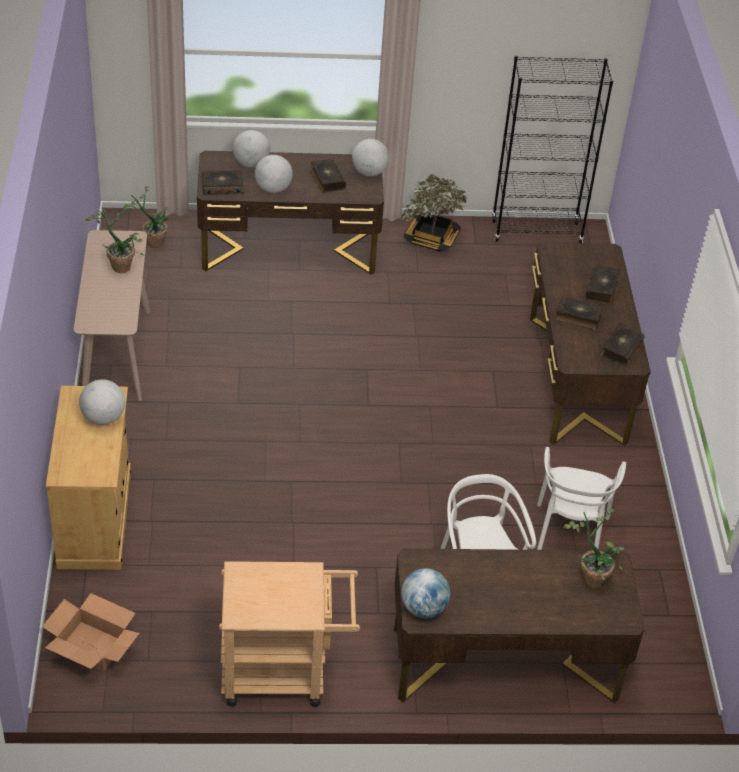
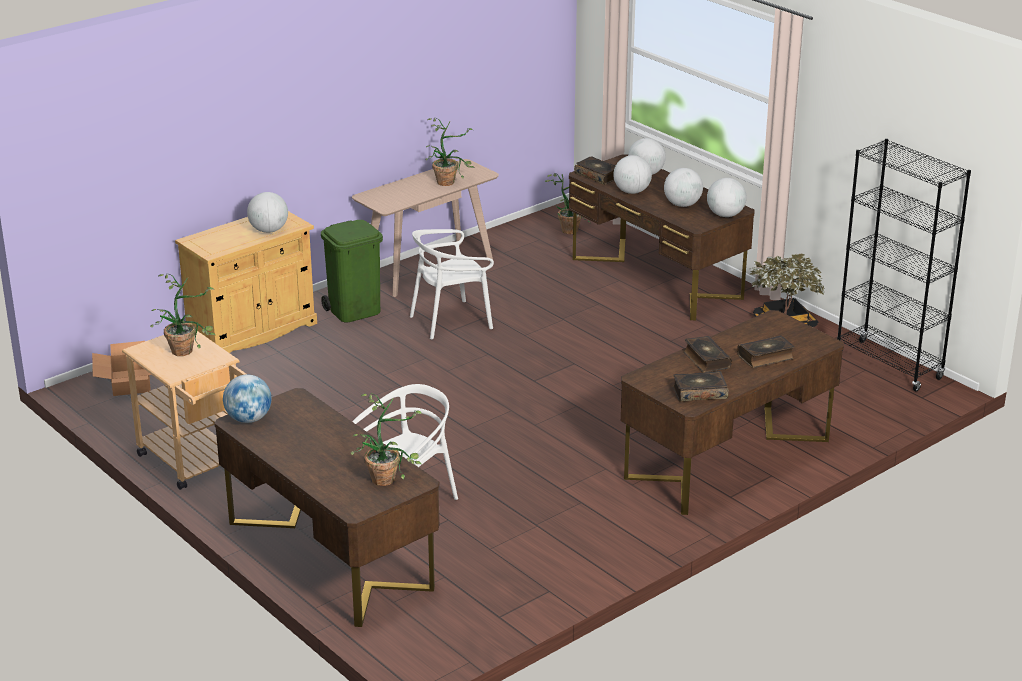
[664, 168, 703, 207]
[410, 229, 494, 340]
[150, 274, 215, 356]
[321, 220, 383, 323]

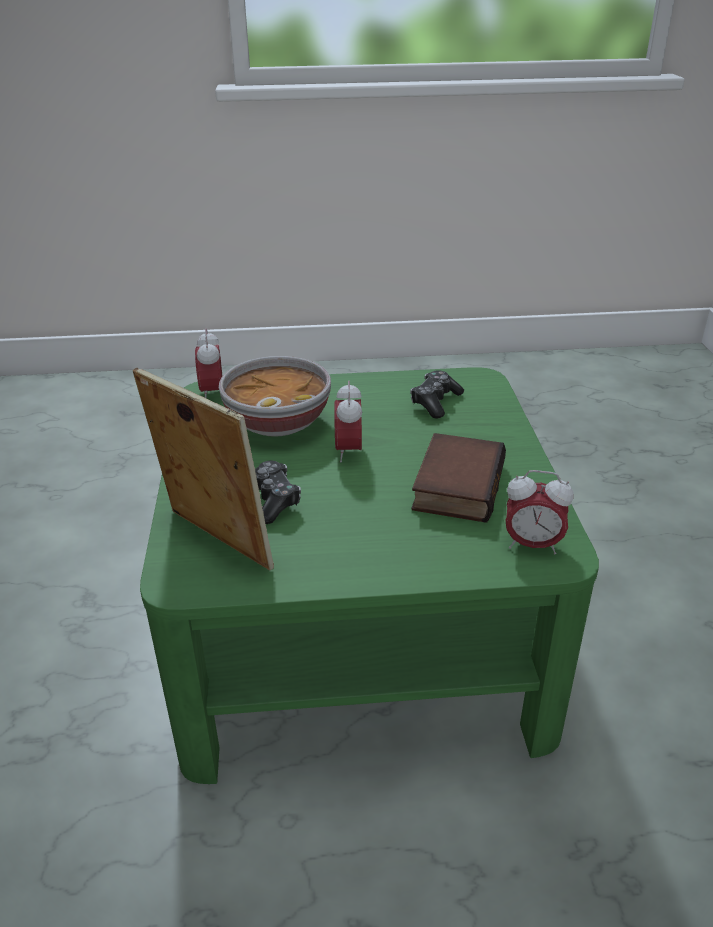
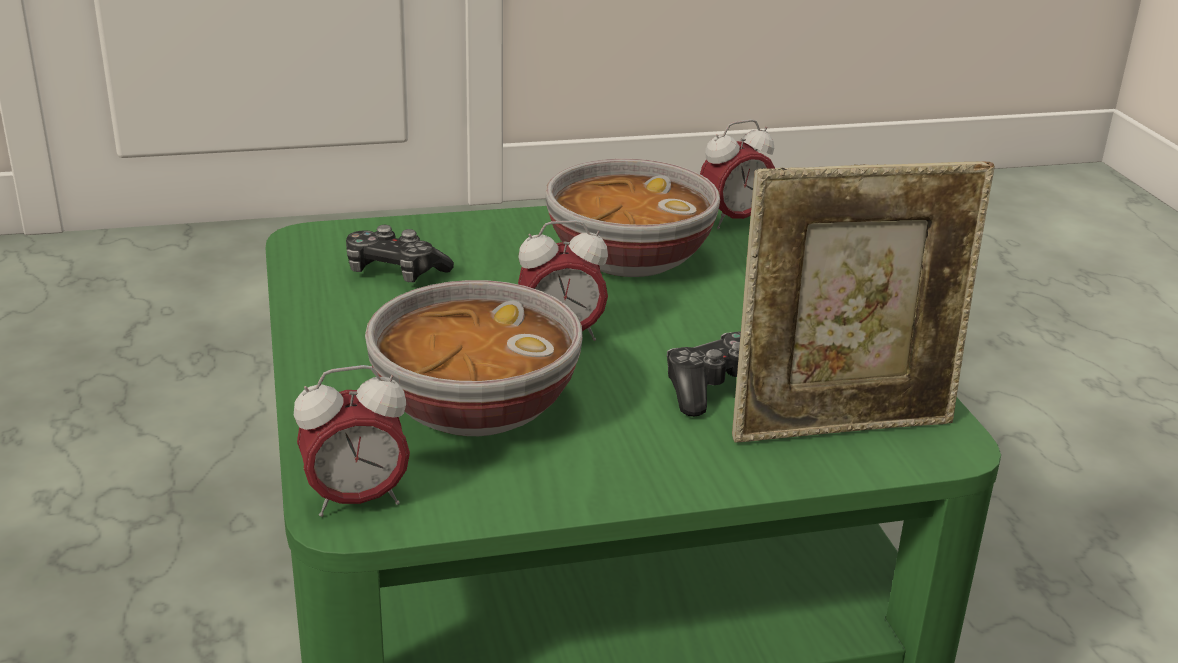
[732, 162, 995, 443]
[545, 159, 720, 277]
[700, 119, 775, 229]

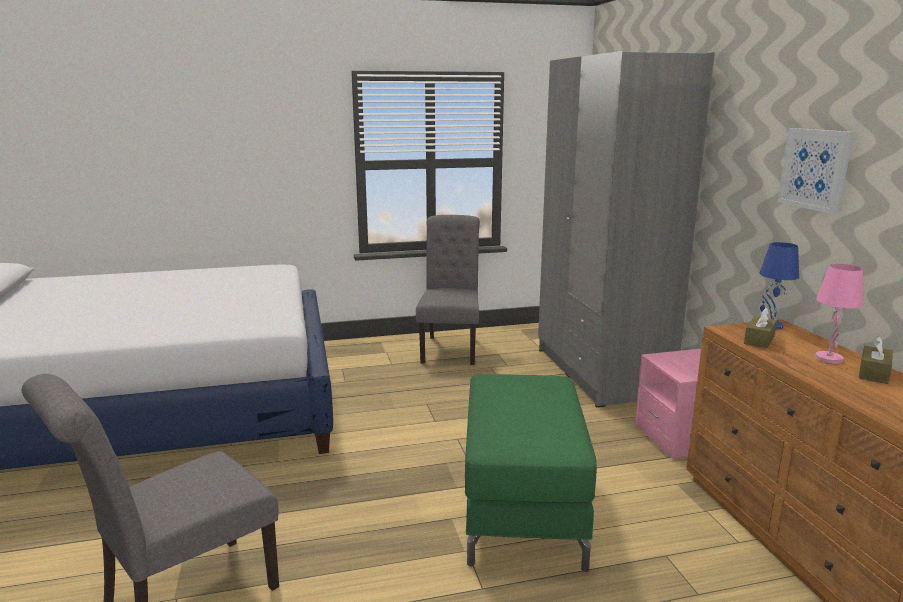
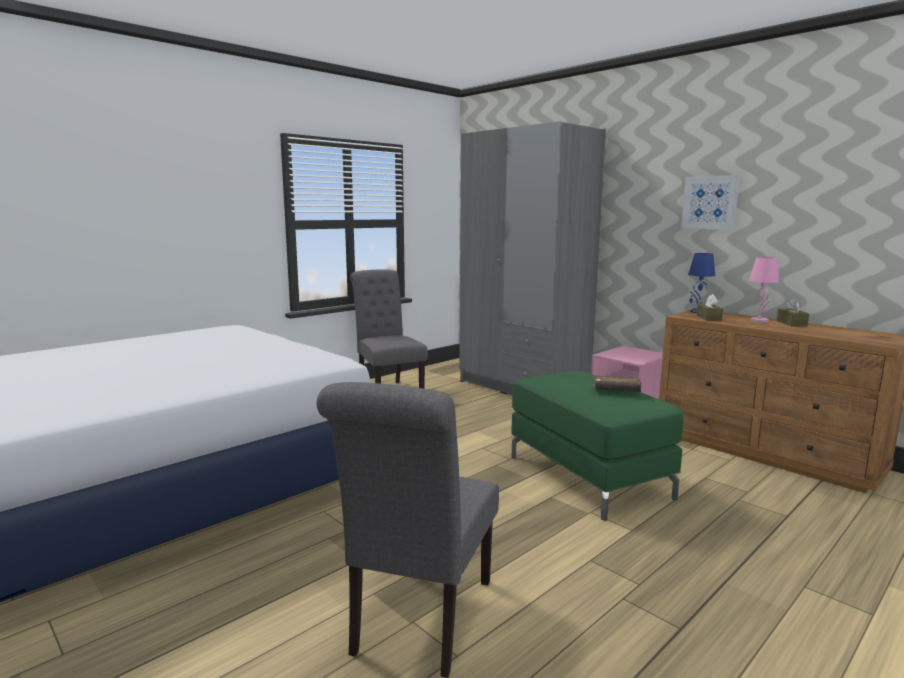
[593, 375, 642, 392]

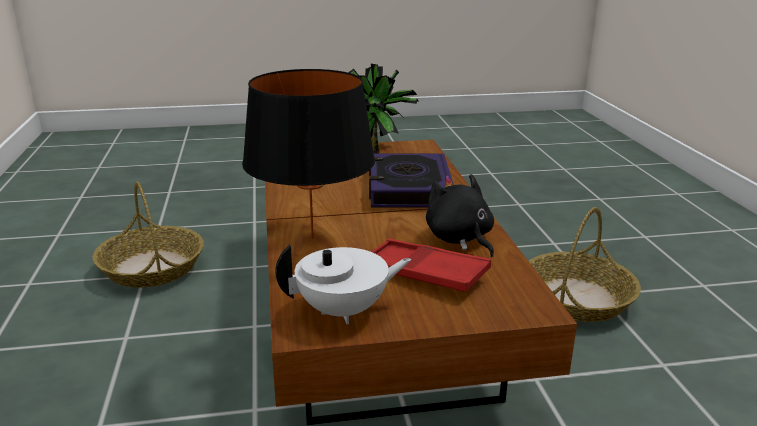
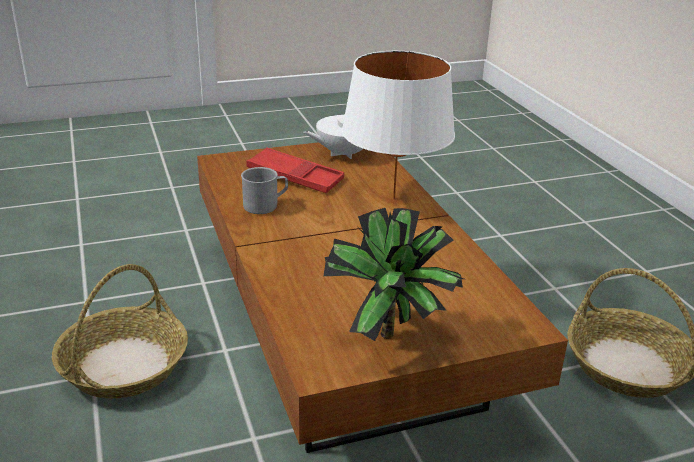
[342, 51, 455, 199]
[369, 153, 454, 208] (first image)
[241, 167, 288, 214]

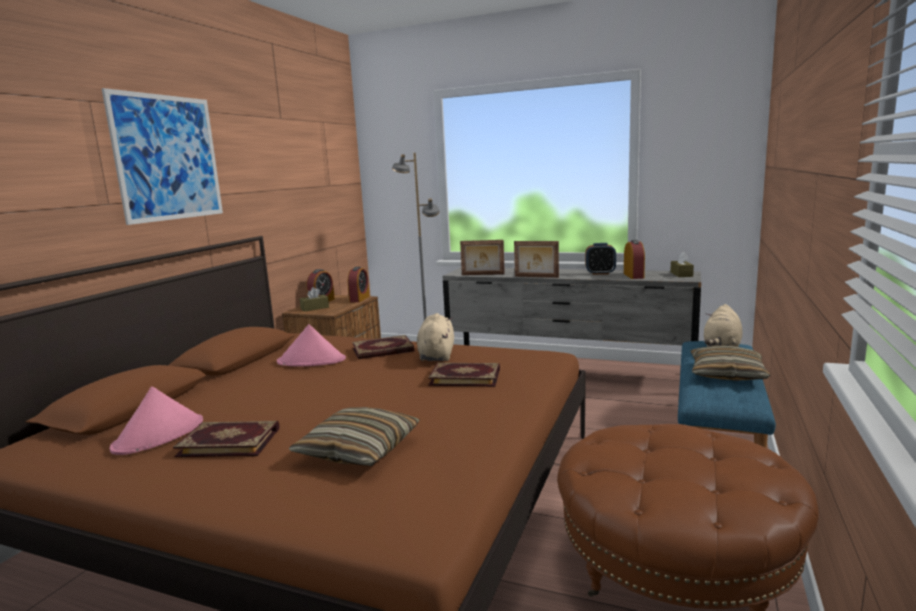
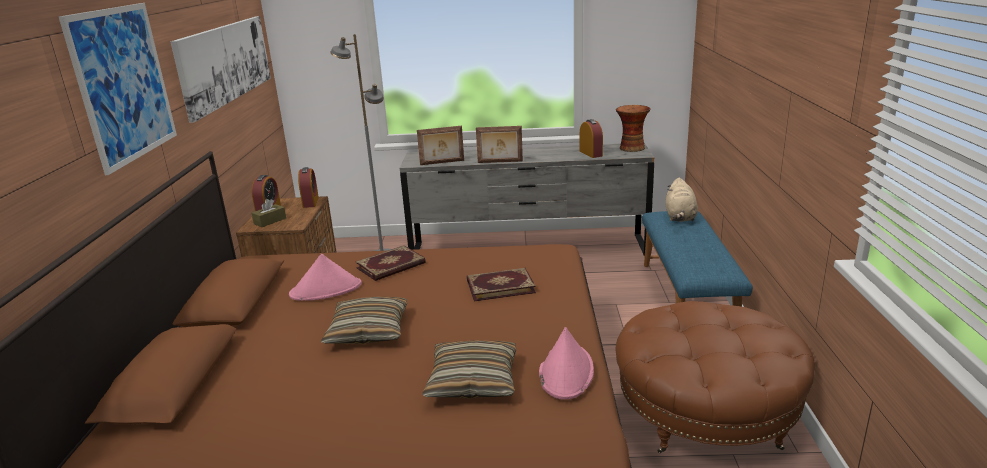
[539, 327, 594, 400]
[173, 421, 279, 457] (first image)
[417, 313, 454, 361] (first image)
[585, 243, 616, 275] (first image)
[616, 105, 651, 152]
[321, 297, 407, 344]
[170, 16, 271, 123]

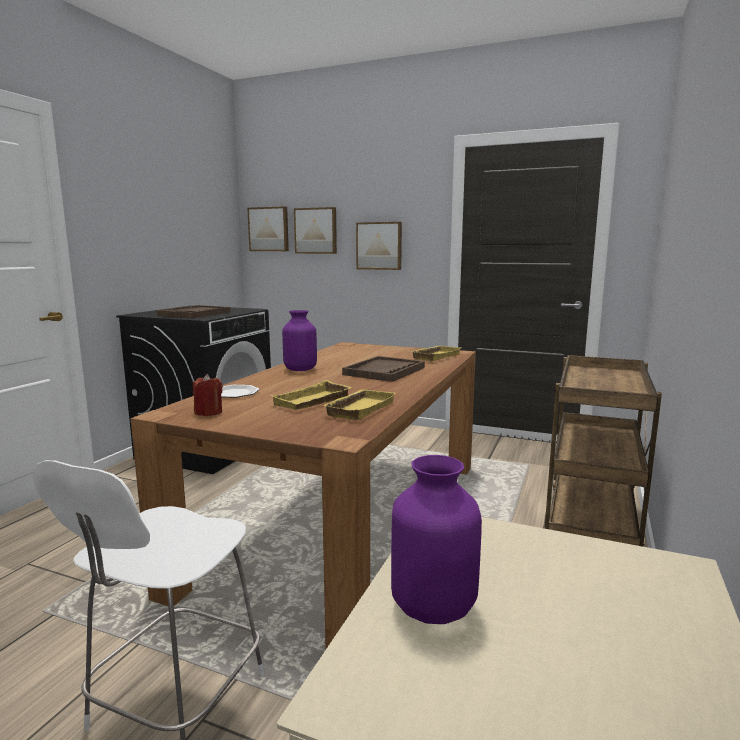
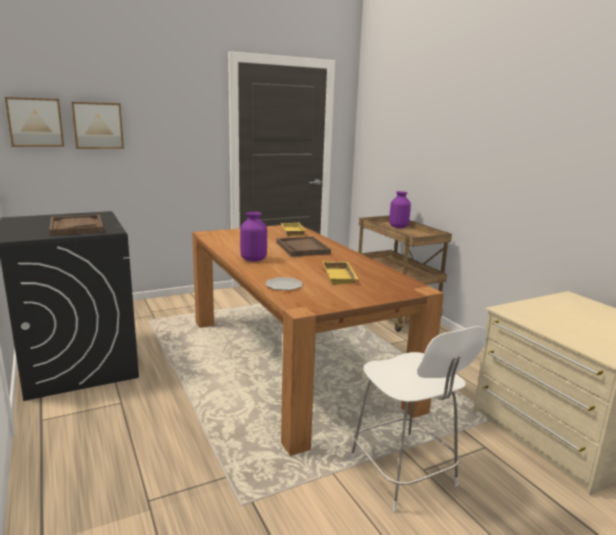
[193, 374, 223, 416] (first image)
[322, 389, 396, 420] (first image)
[356, 222, 402, 270] (first image)
[389, 191, 411, 228]

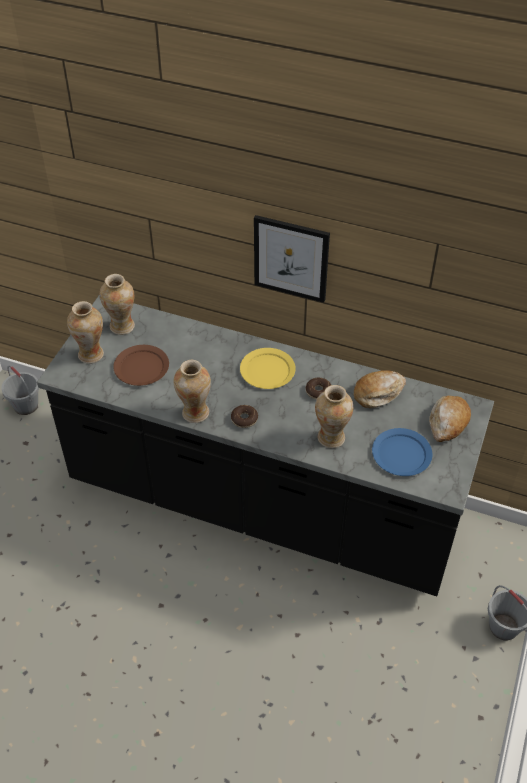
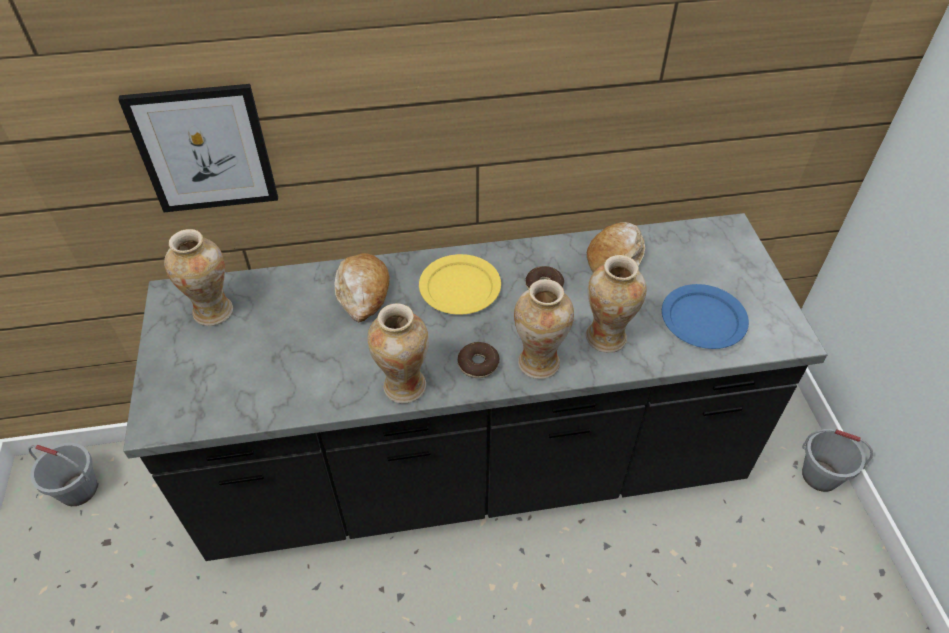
[514, 279, 574, 379]
[113, 345, 169, 386] (first image)
[118, 84, 278, 212]
[334, 253, 390, 322]

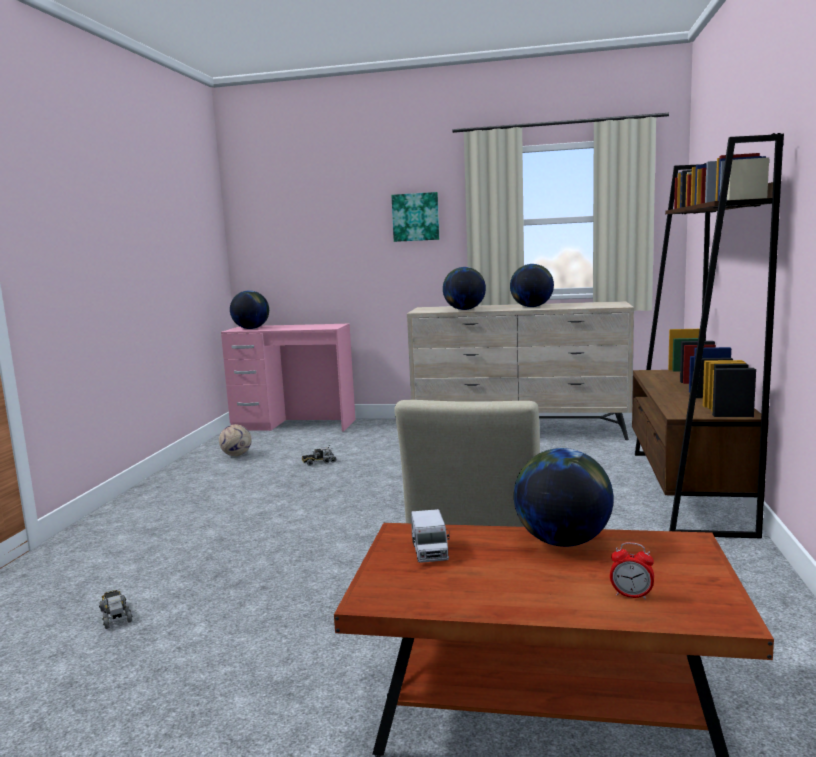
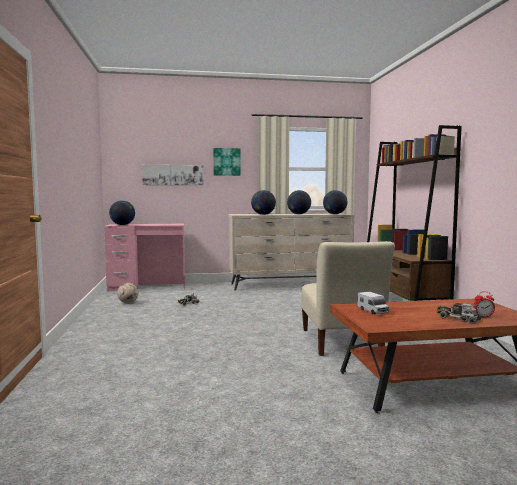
[437, 303, 481, 324]
[323, 190, 347, 214]
[142, 165, 204, 185]

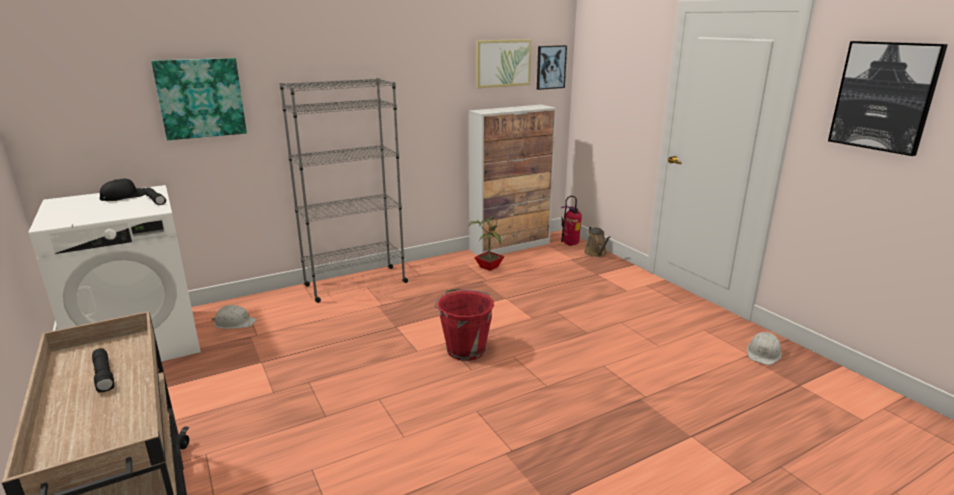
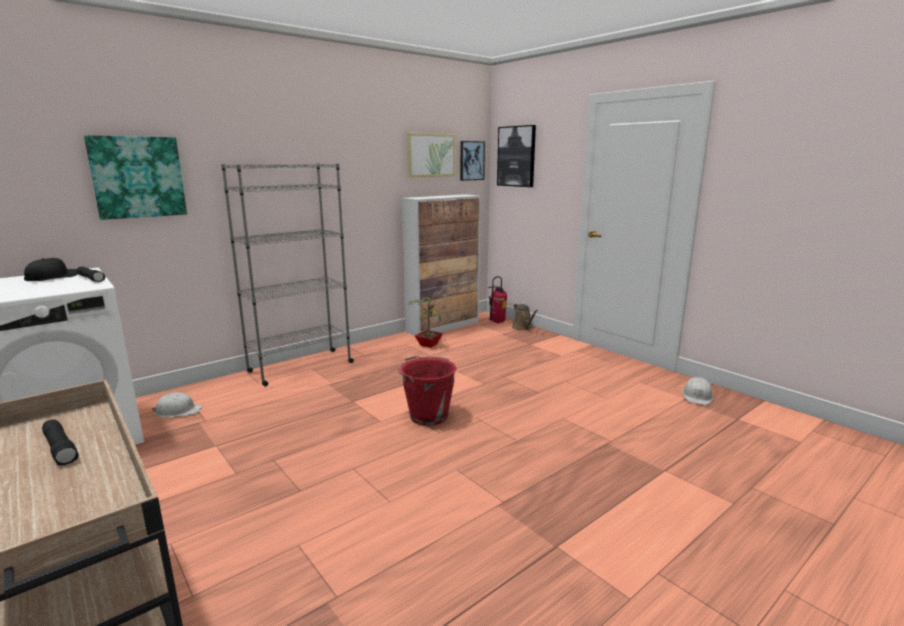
[497, 125, 536, 187]

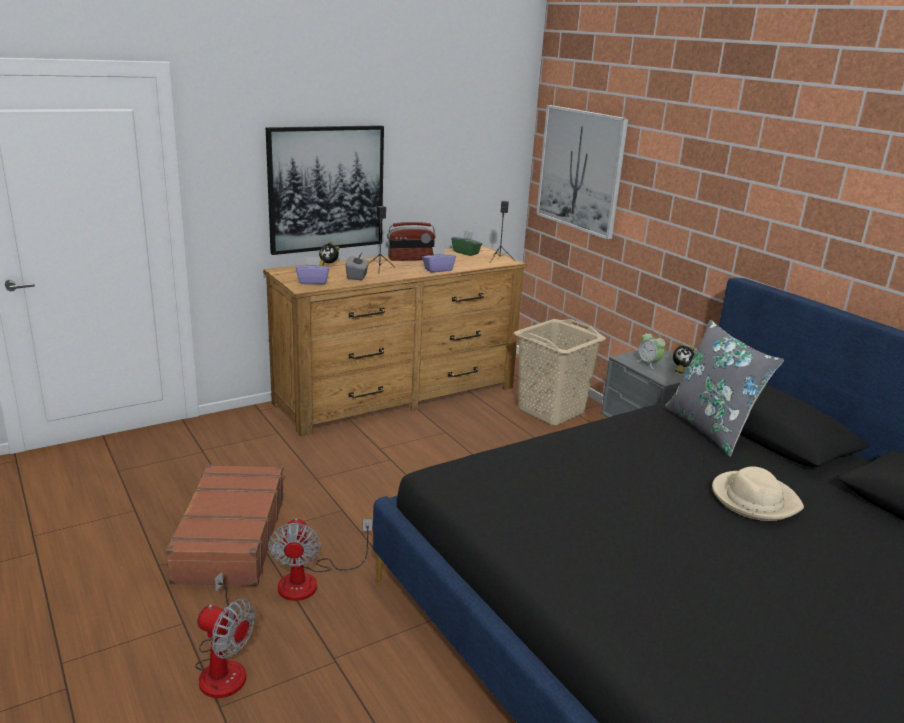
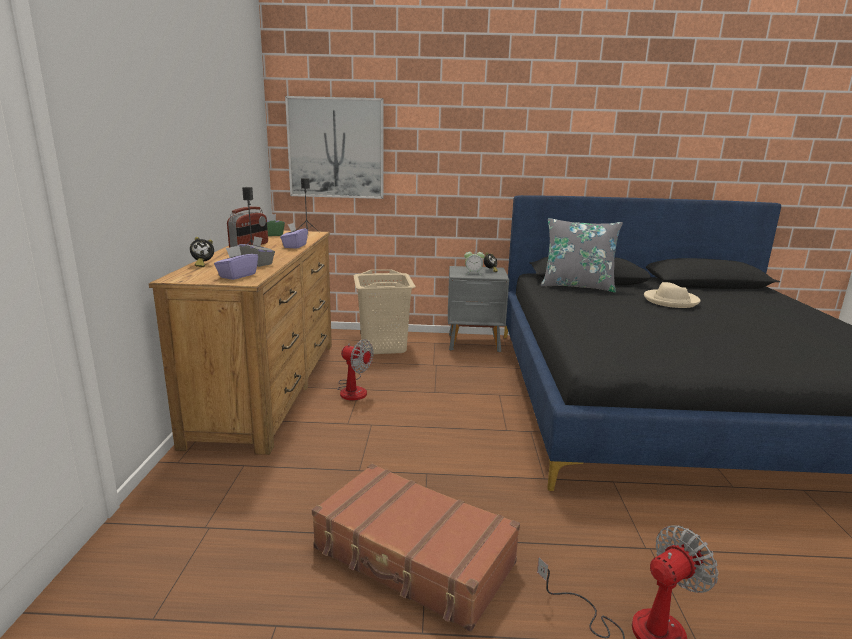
[266, 125, 384, 255] (first image)
[337, 339, 374, 400]

